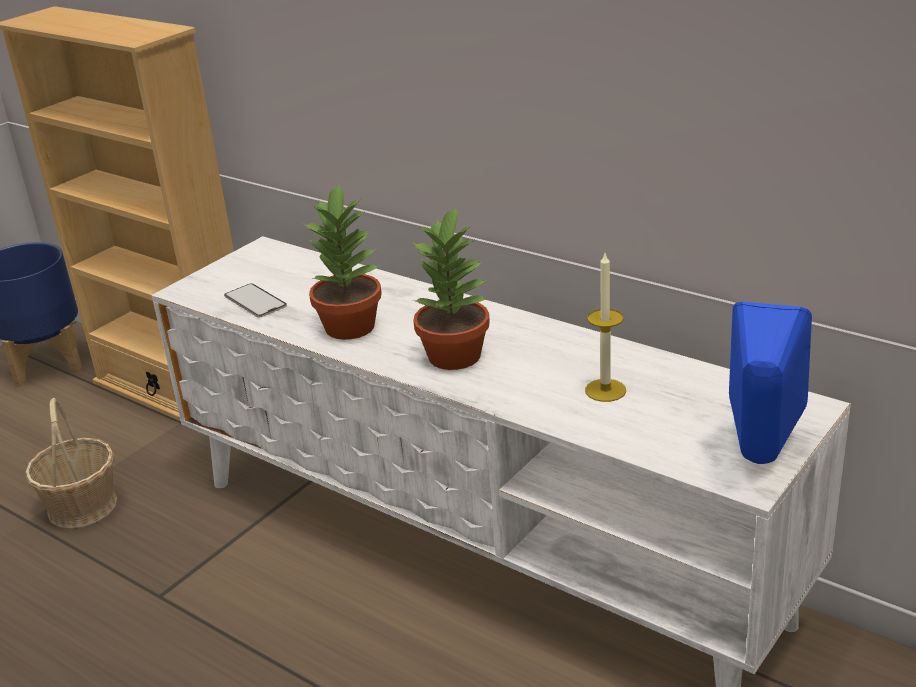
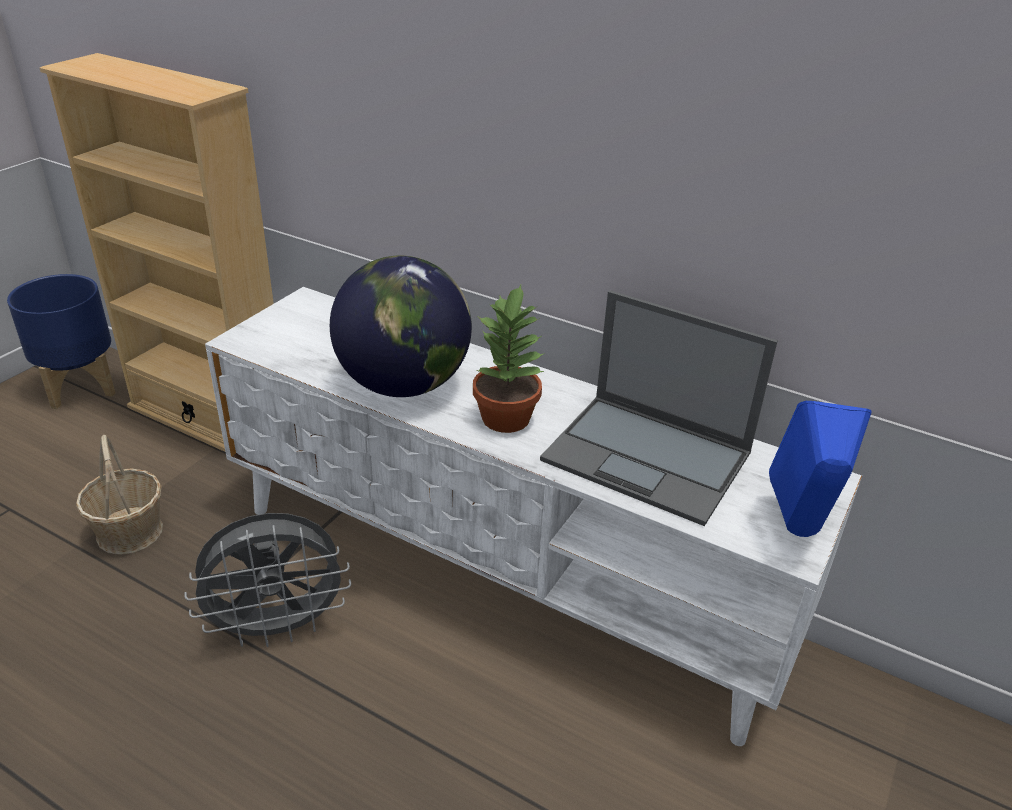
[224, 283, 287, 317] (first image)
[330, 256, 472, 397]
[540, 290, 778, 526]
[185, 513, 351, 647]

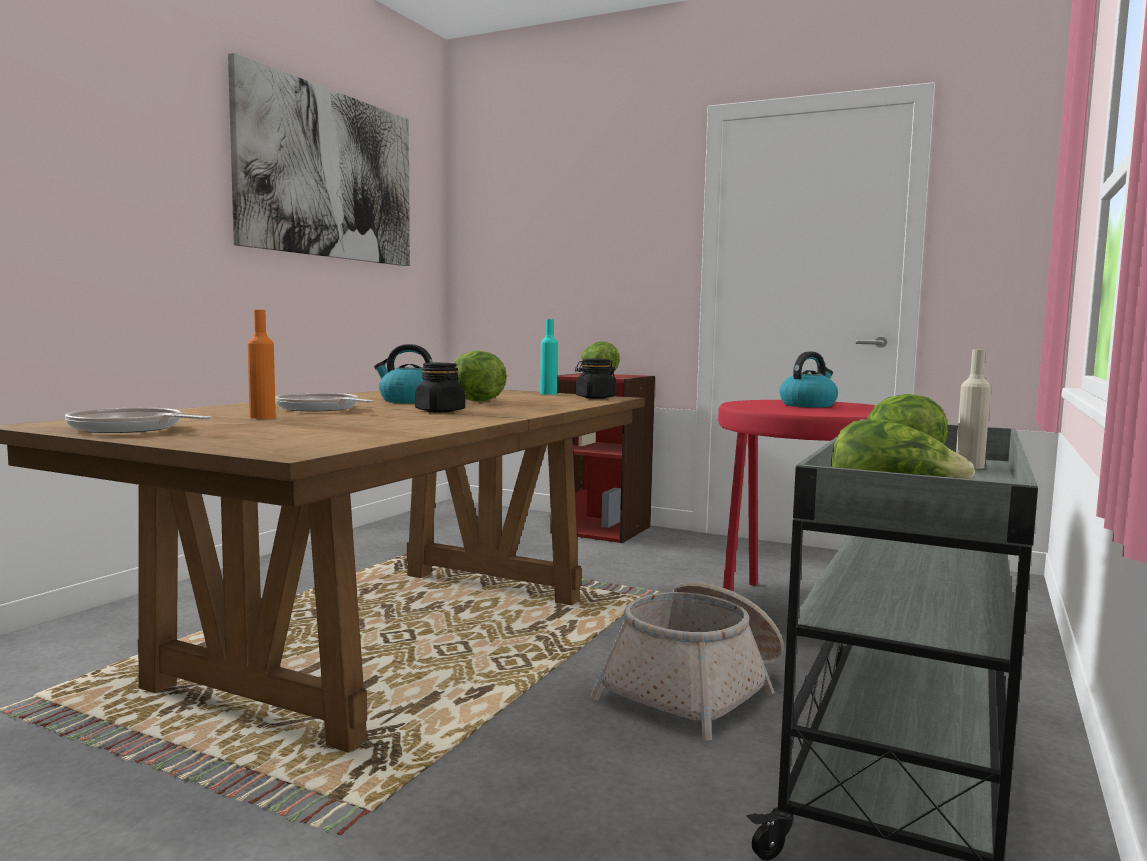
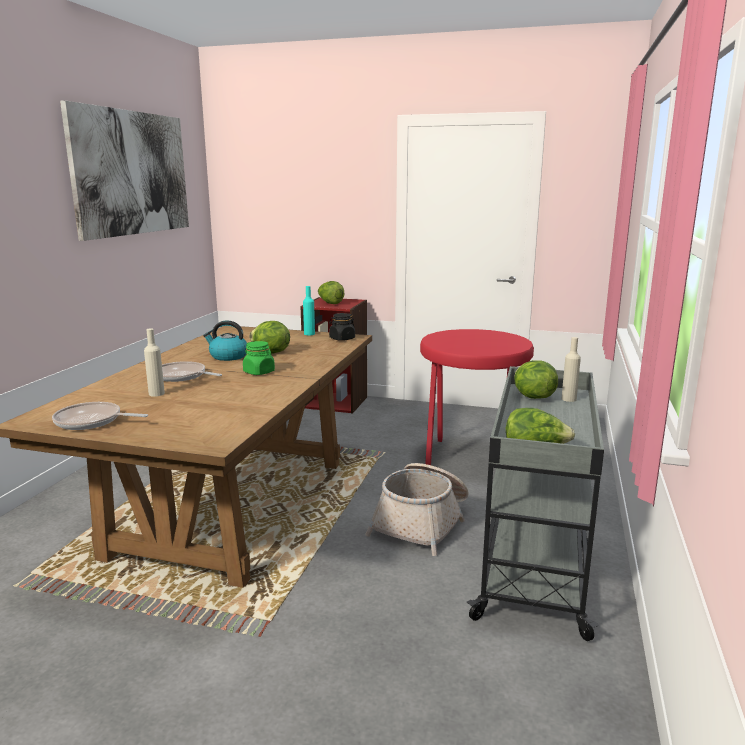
[144, 328, 165, 397]
[243, 341, 275, 375]
[780, 351, 838, 408] (first image)

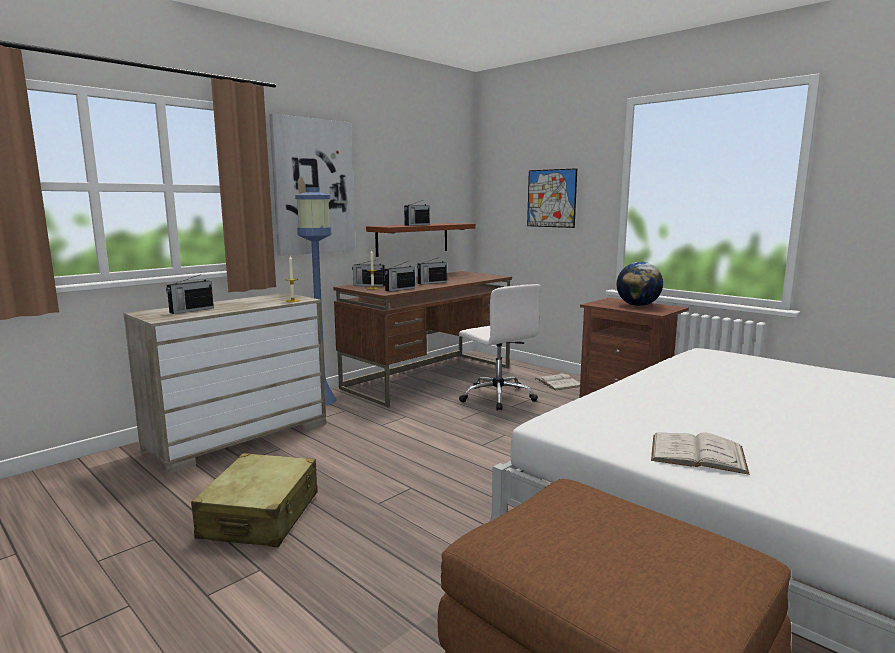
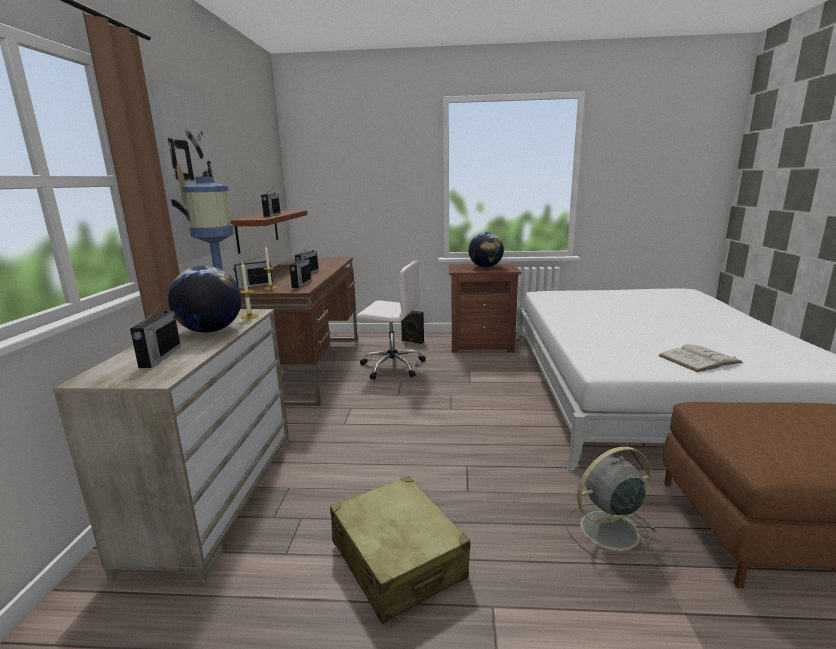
[527, 168, 577, 228] (first image)
[401, 310, 424, 344]
[168, 266, 241, 333]
[565, 446, 655, 564]

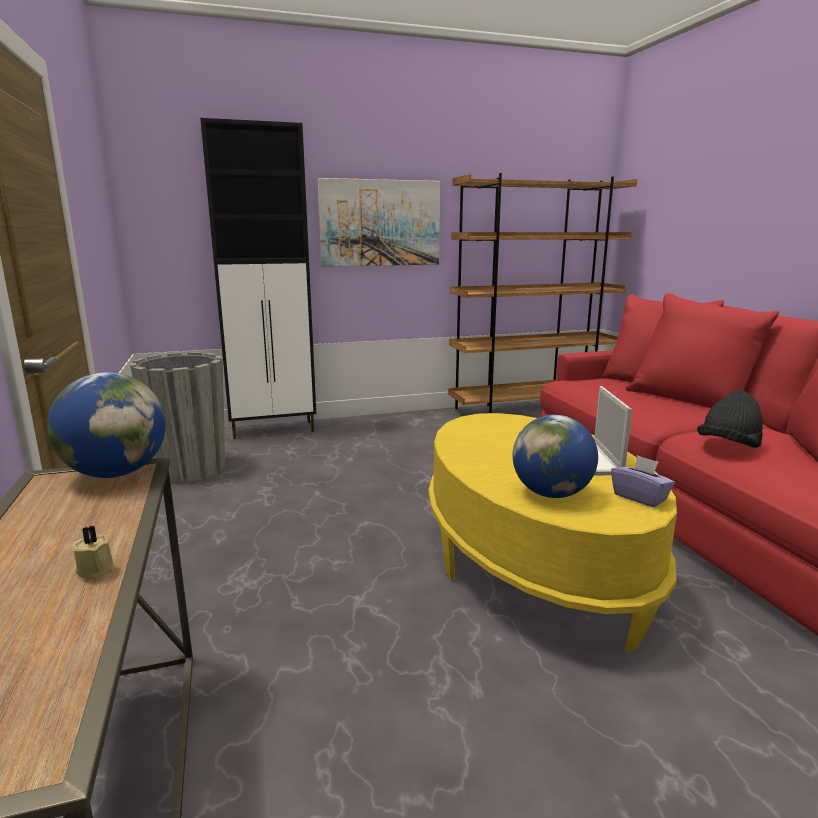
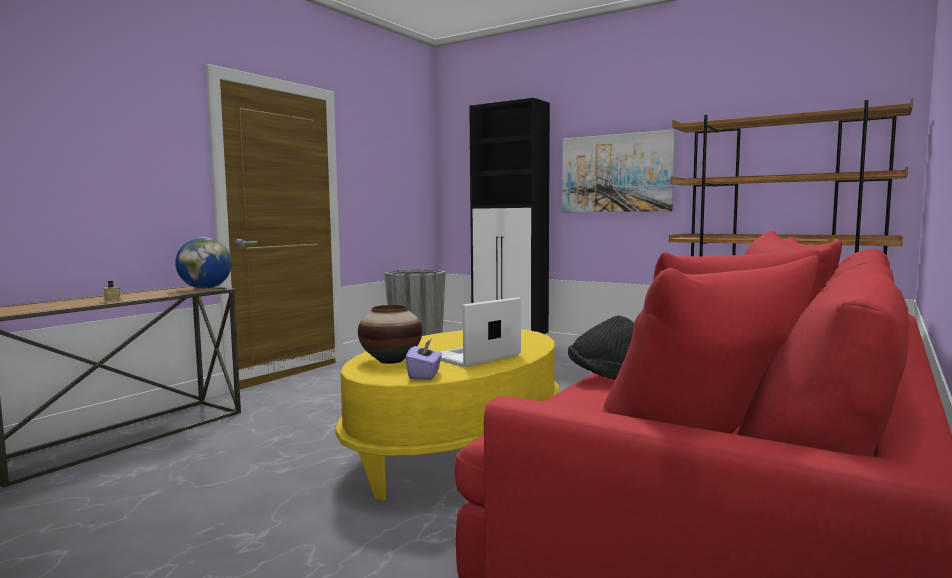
[358, 305, 422, 364]

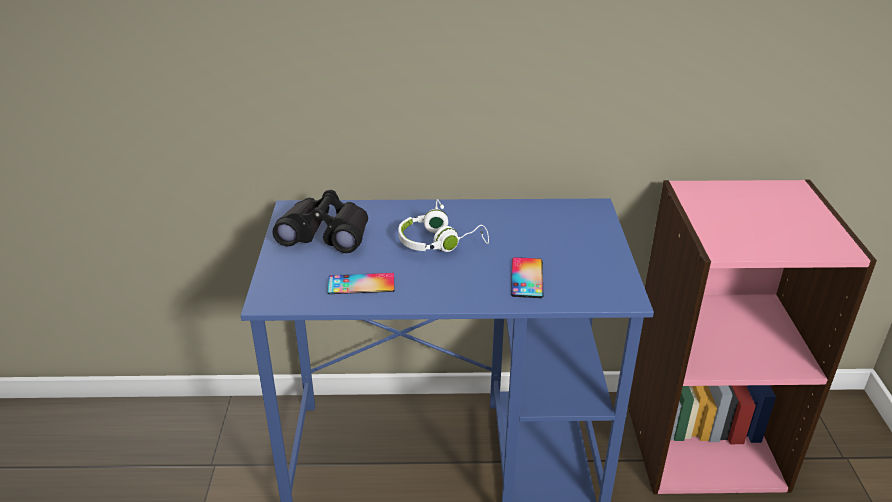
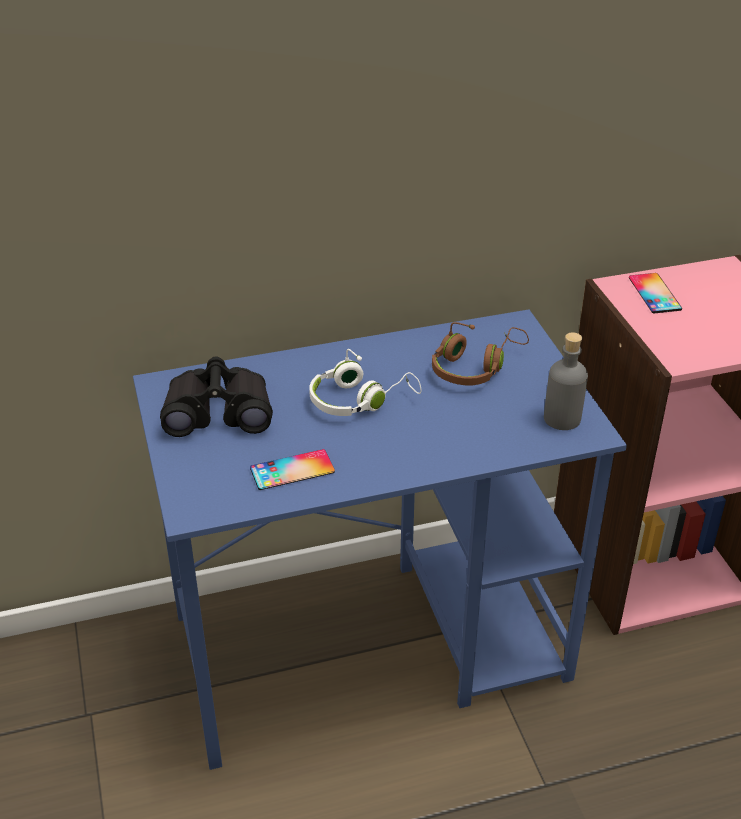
[629, 273, 682, 313]
[432, 322, 529, 386]
[544, 332, 588, 430]

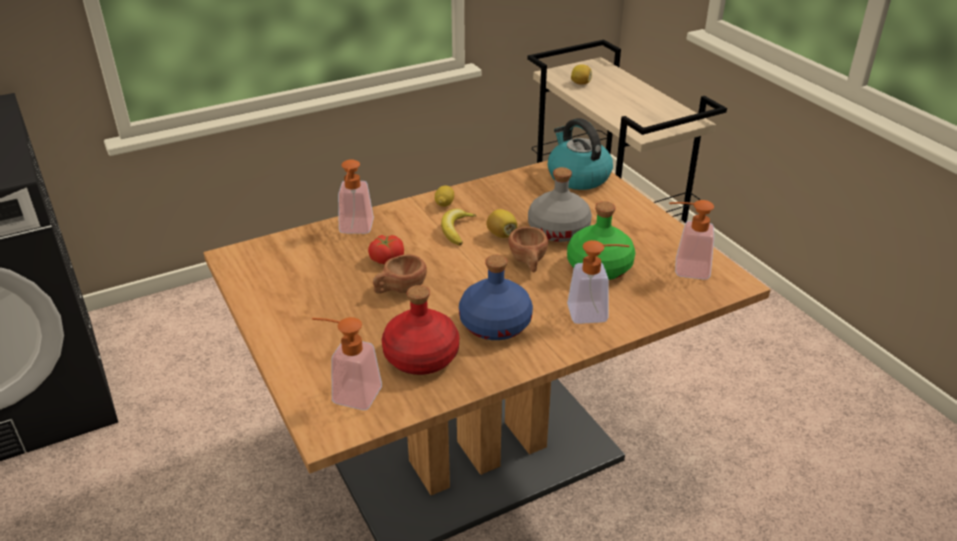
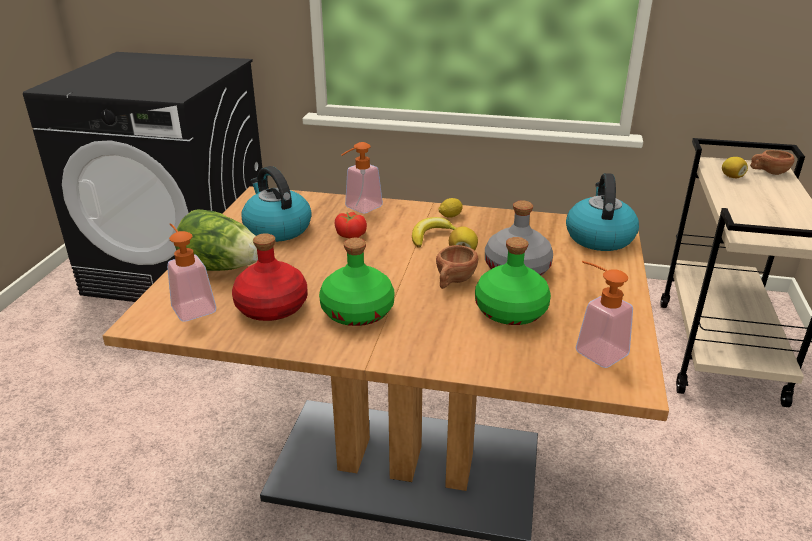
[750, 150, 795, 175]
[319, 238, 394, 326]
[567, 240, 630, 324] (first image)
[175, 209, 258, 271]
[241, 166, 312, 242]

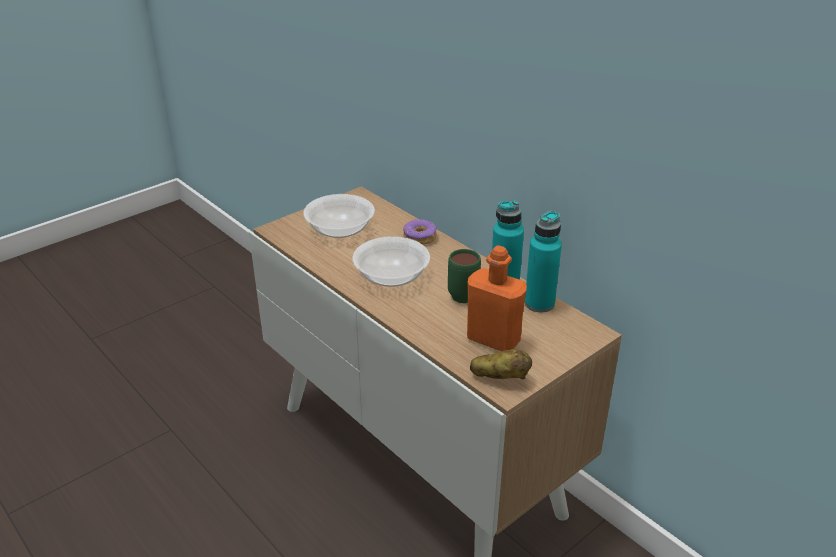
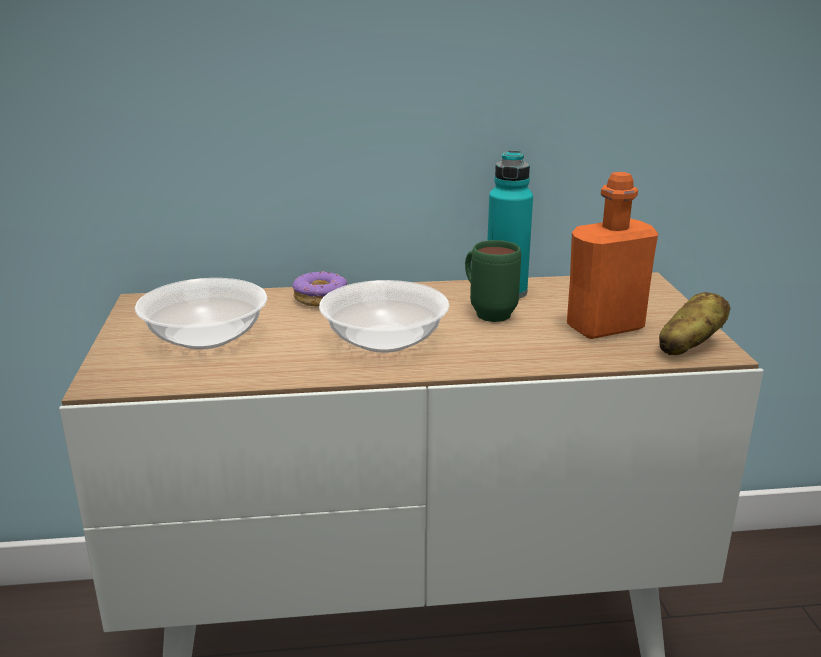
[525, 211, 562, 313] (first image)

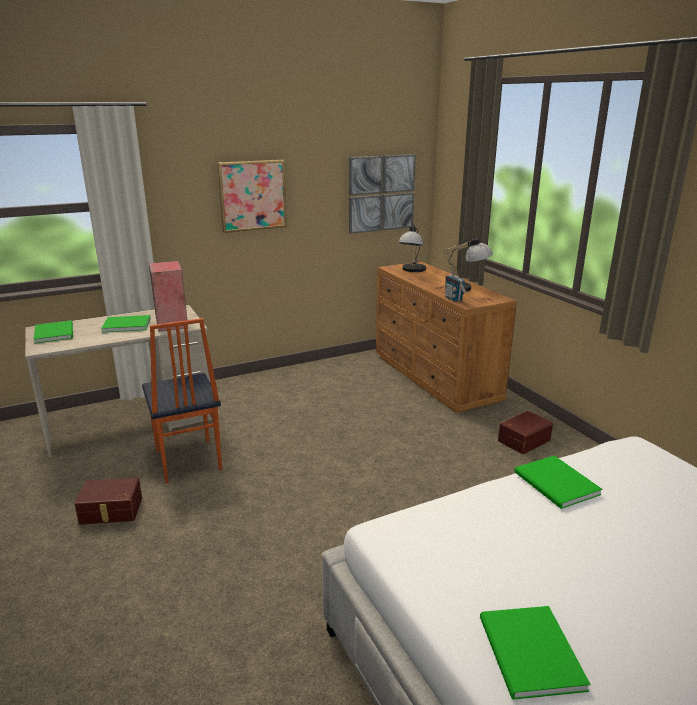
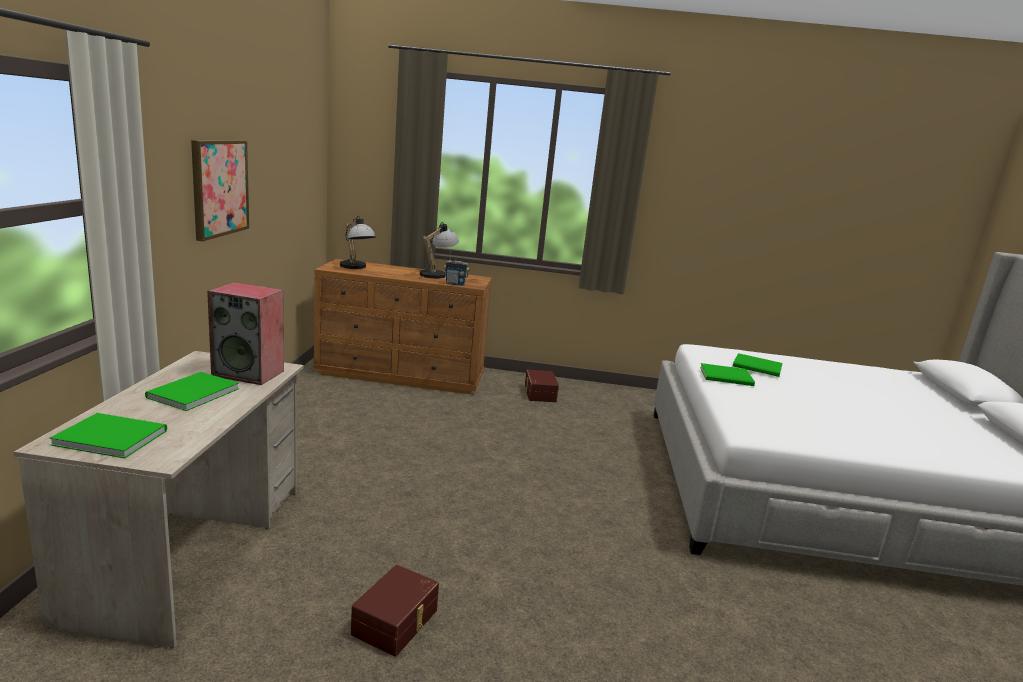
[142, 318, 222, 483] (first image)
[349, 154, 416, 234] (first image)
[733, 353, 783, 377]

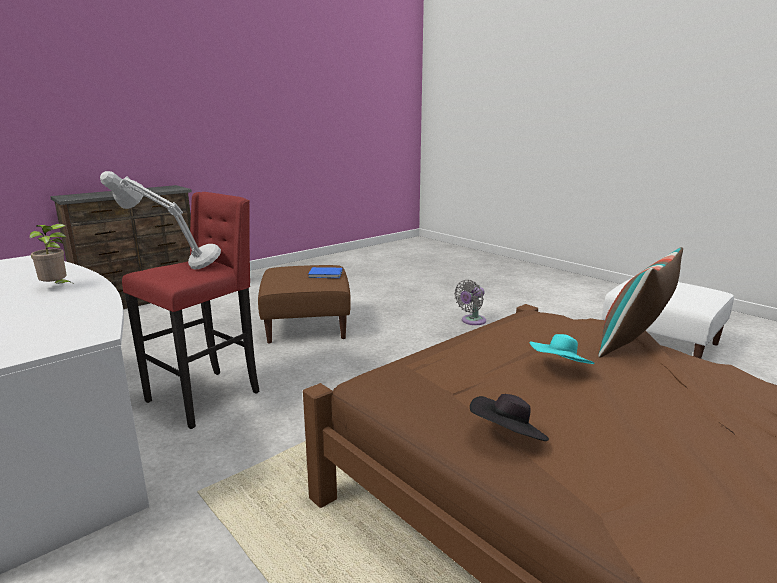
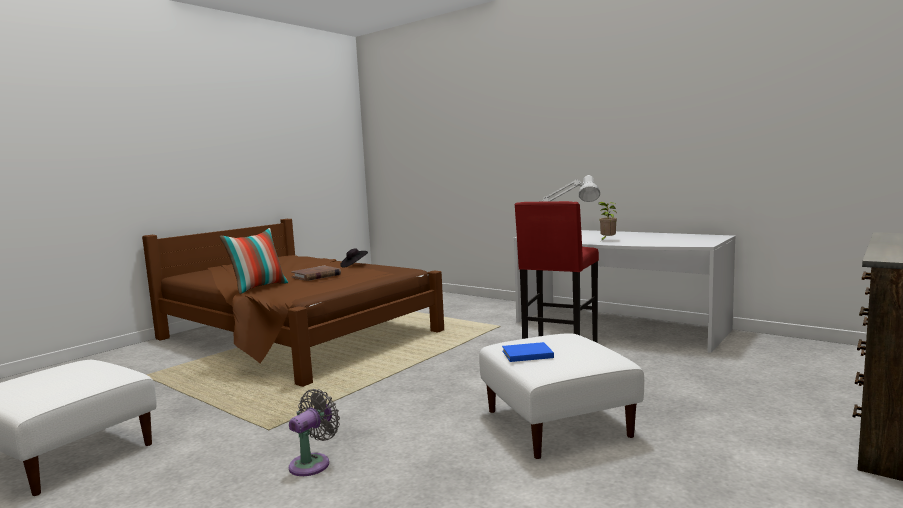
[479, 333, 644, 459]
[291, 266, 341, 281]

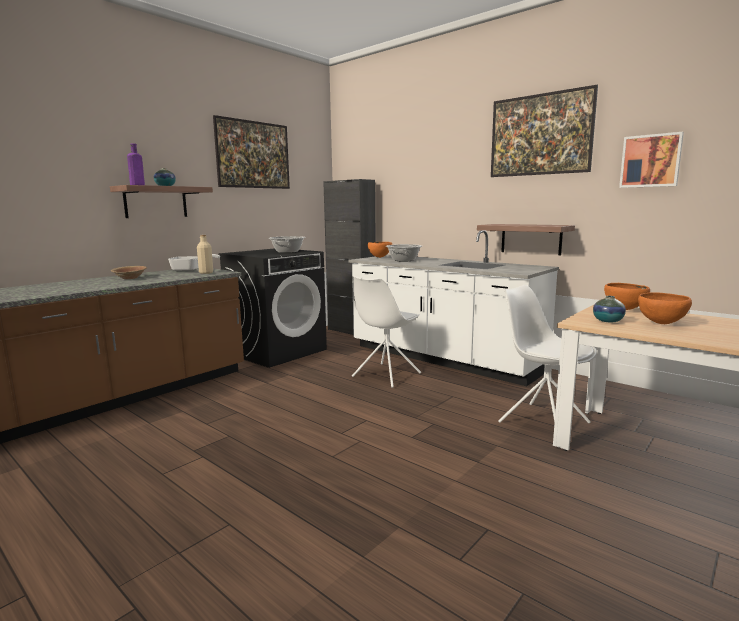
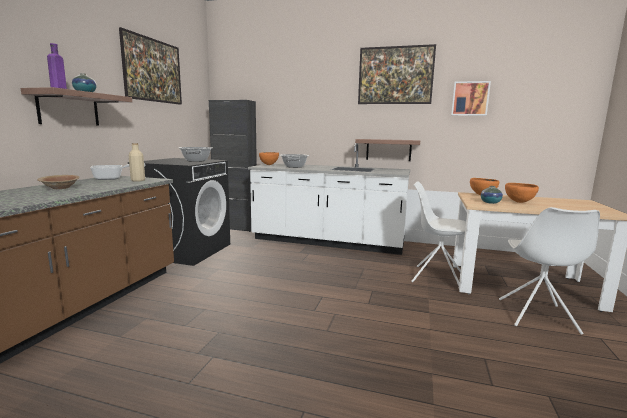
[499, 207, 600, 335]

